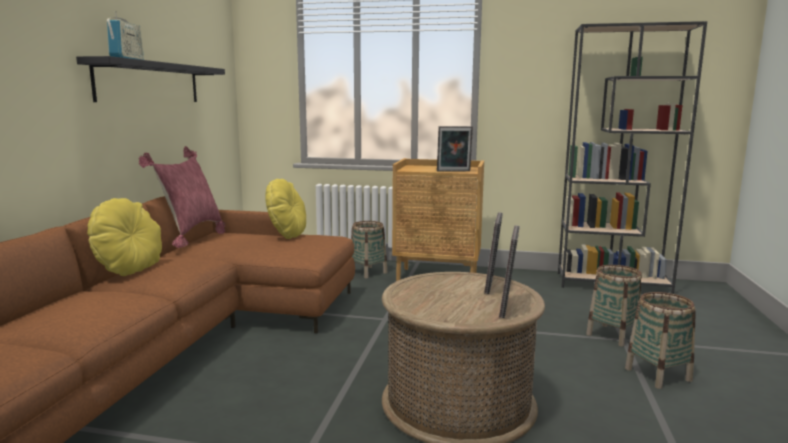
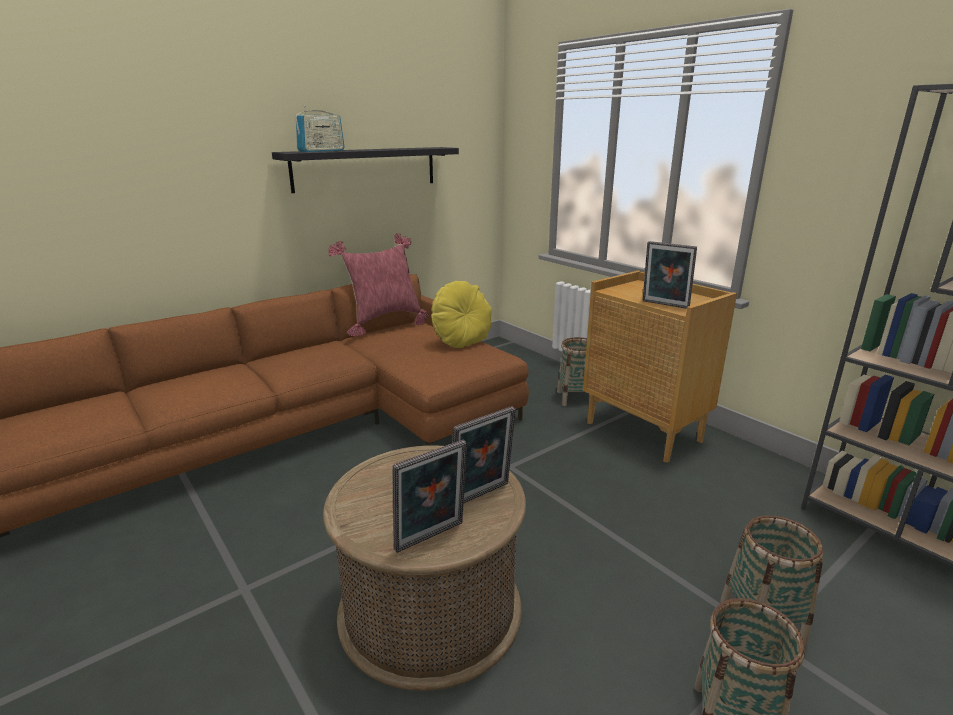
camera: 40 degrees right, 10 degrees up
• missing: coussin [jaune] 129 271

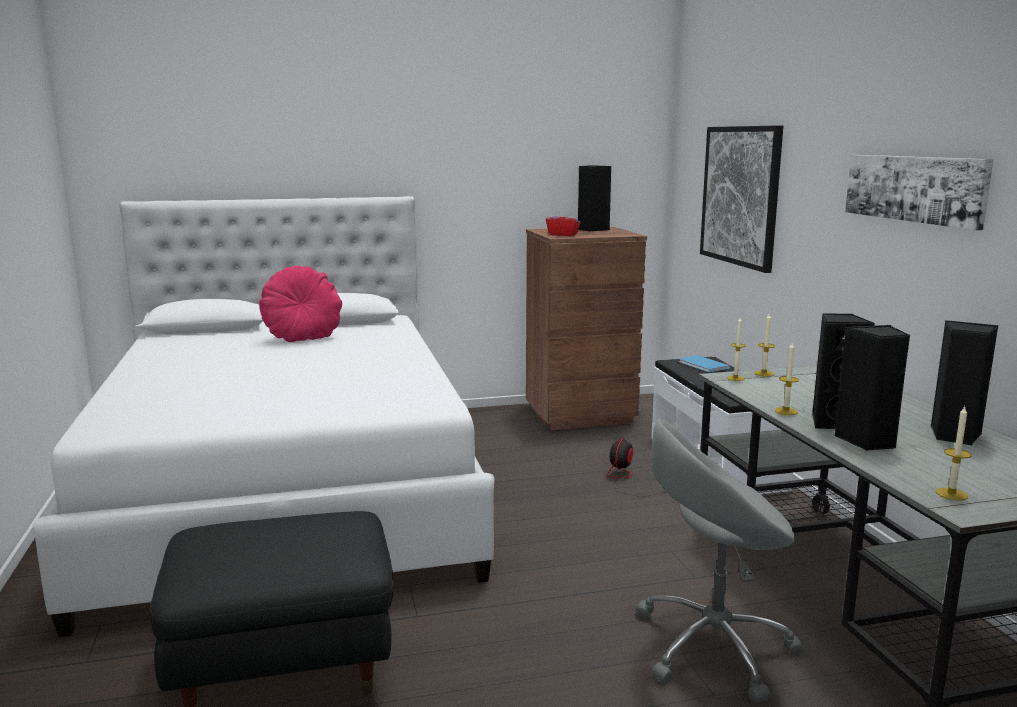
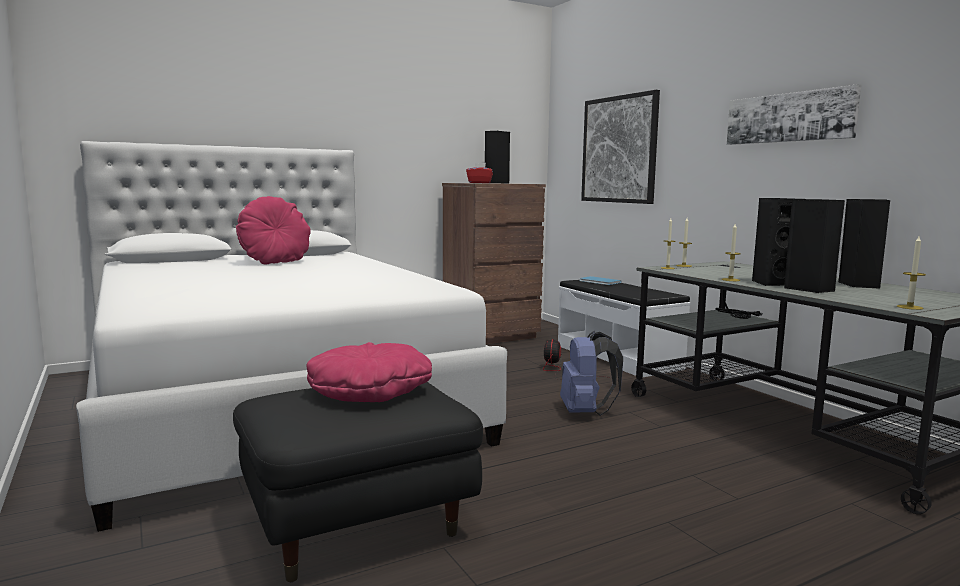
camera: 15 degrees left, 5 degrees down
• missing: chaise de bureau [gris] 709 646
• appeared: sac à dos [bleu] 585 412
• appeared: coussin [rose] 368 390

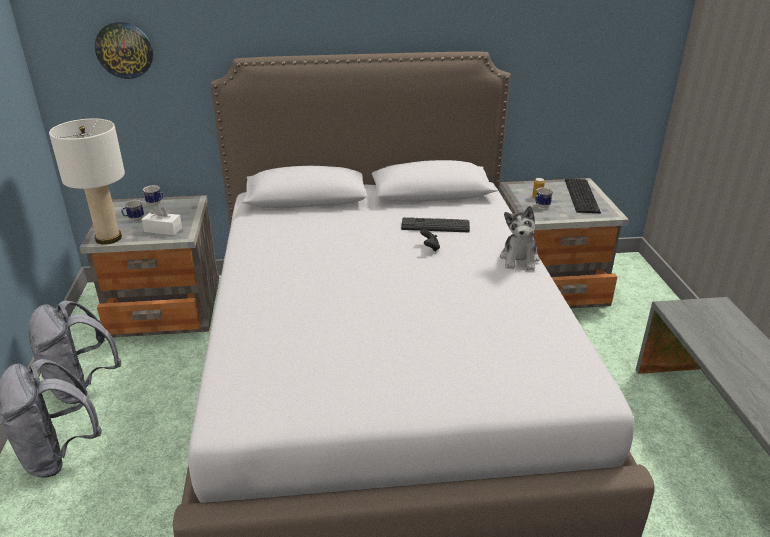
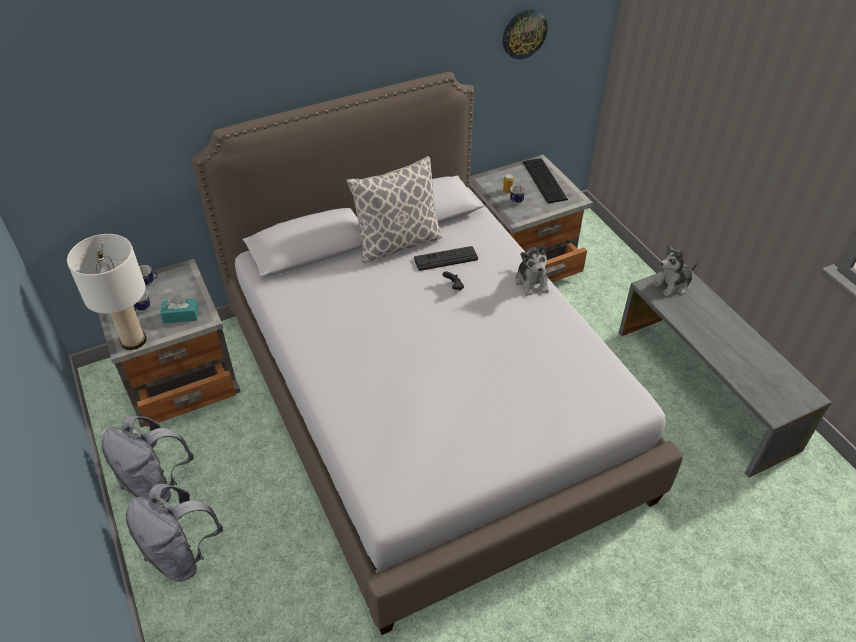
camera: 20 degrees left, 15 degrees up
• relocated: horloge murale 124 50 to 524 33
• colour: boîte à mouchoirs [blanc] 163 229 to boîte à mouchoirs [turquoise] 181 315
• appeared: coussin 397 243
• appeared: peluche 673 285

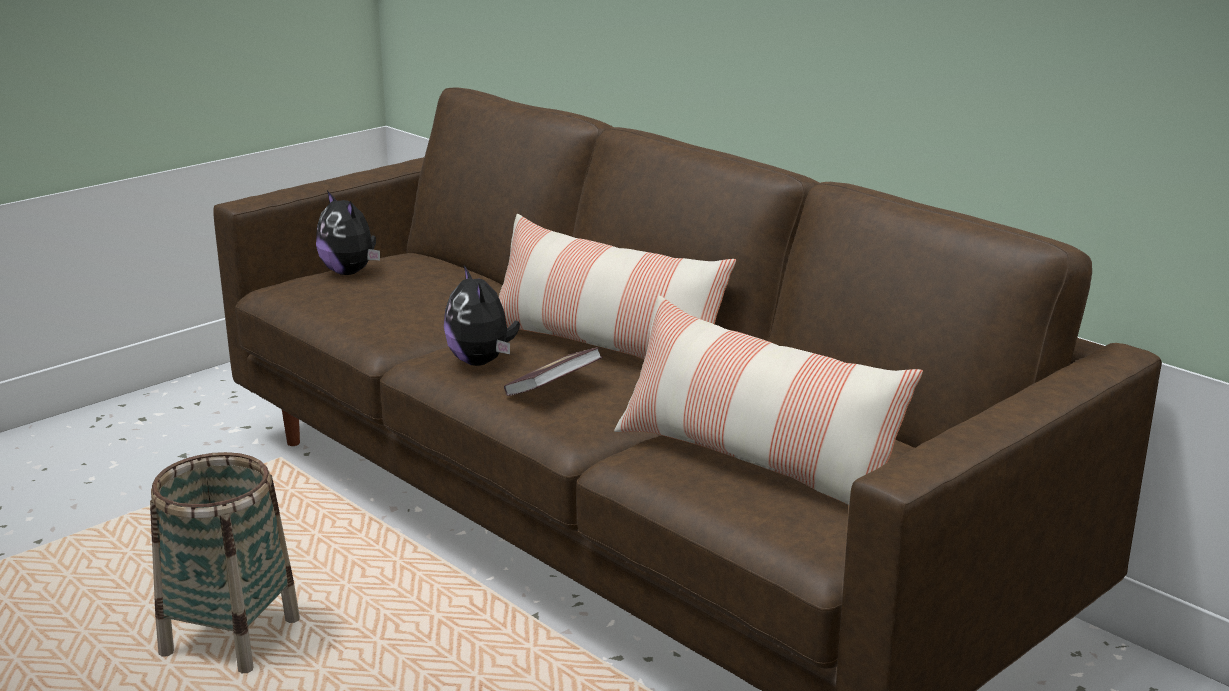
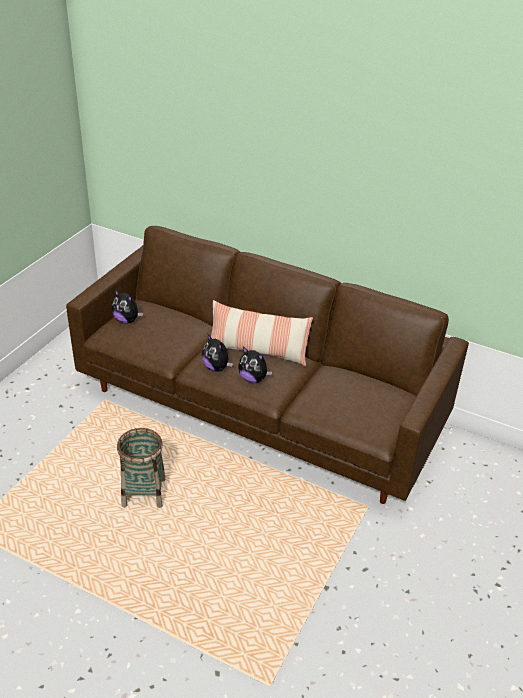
camera: 20 degrees left, 15 degrees up
• missing: coussin 755 462
• exchanged: livre 553 390 to peluche 253 379

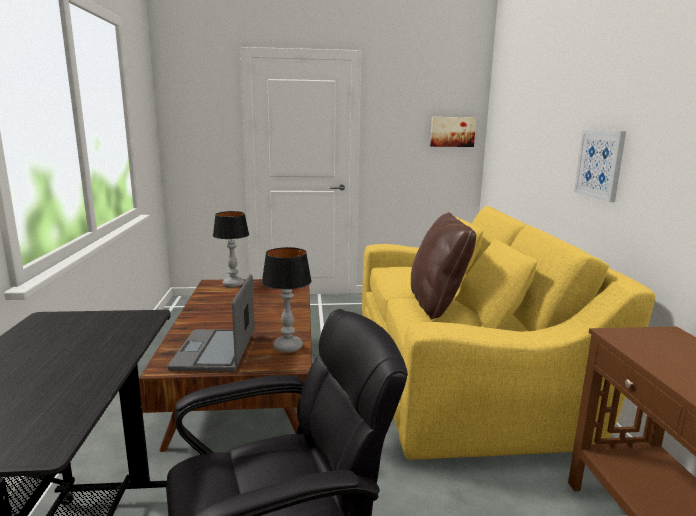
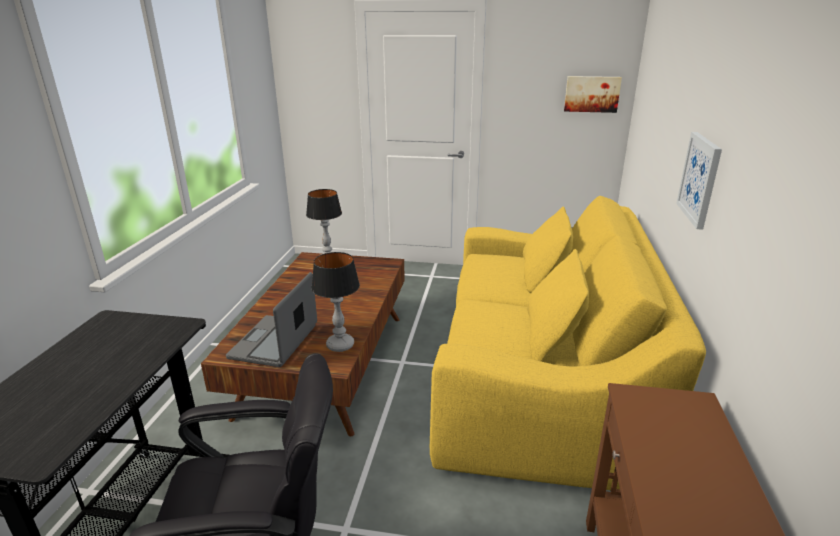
camera: 15 degrees right, 10 degrees up
• missing: coussin [marron] 437 304

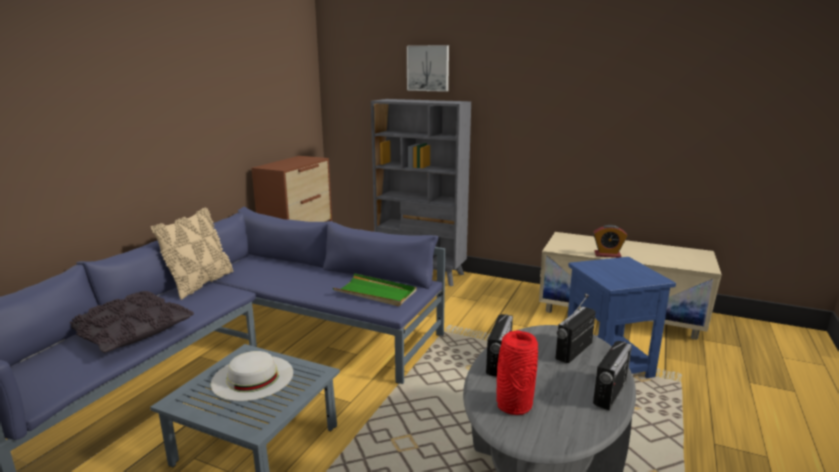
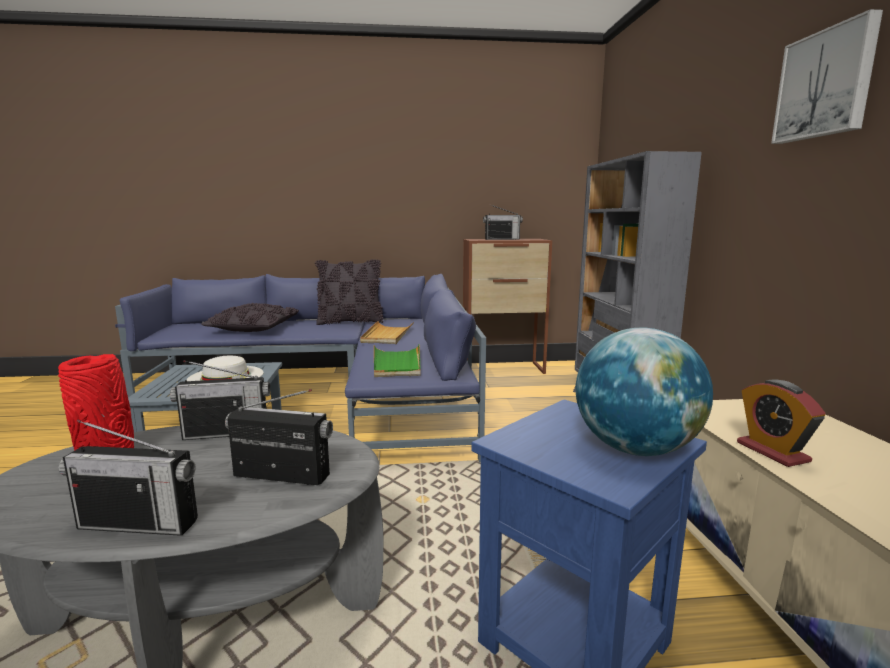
camera: 60 degrees right, 5 degrees down
• relocated: tableau 428 68 to 826 84
• colour: coussin [beige] 200 283 to coussin [noir] 350 322
• appeared: radio 502 239
• appeared: plateau [beige] 387 335
• appeared: globe 636 449

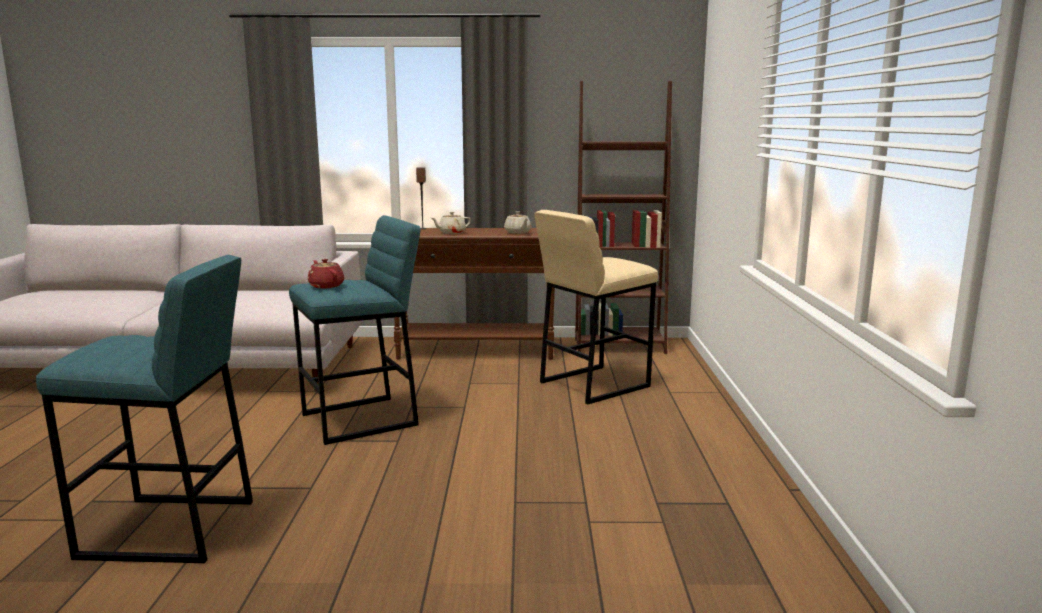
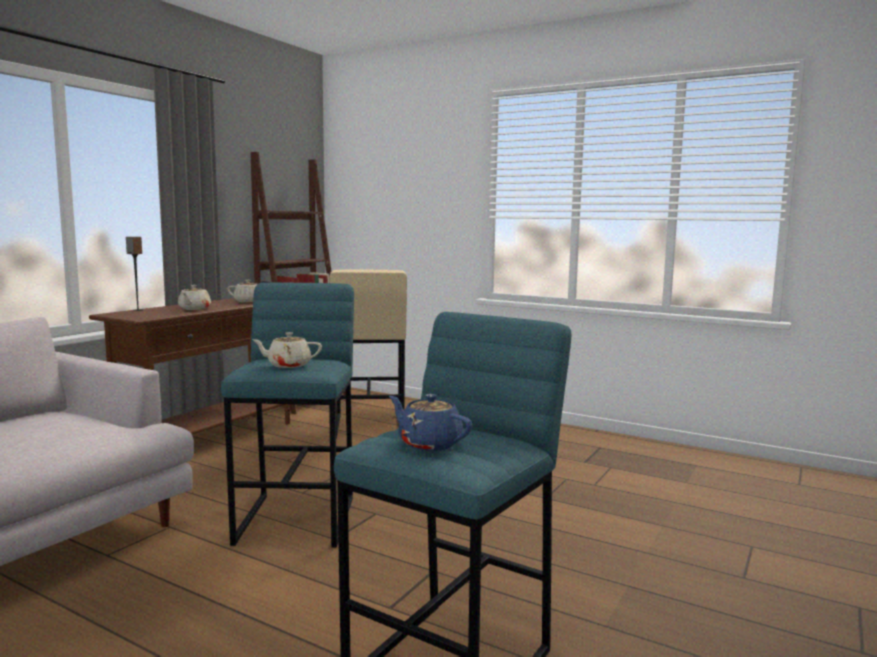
camera: 60 degrees left, 5 degrees down
• colour: théière [rouge] 326 286 to théière [beige] 288 365
• appeared: théière [bleu] 429 443

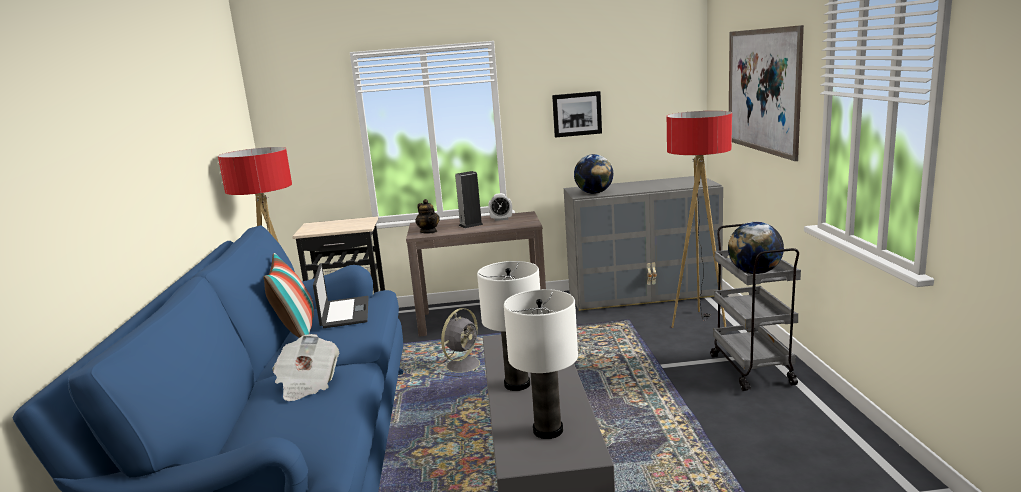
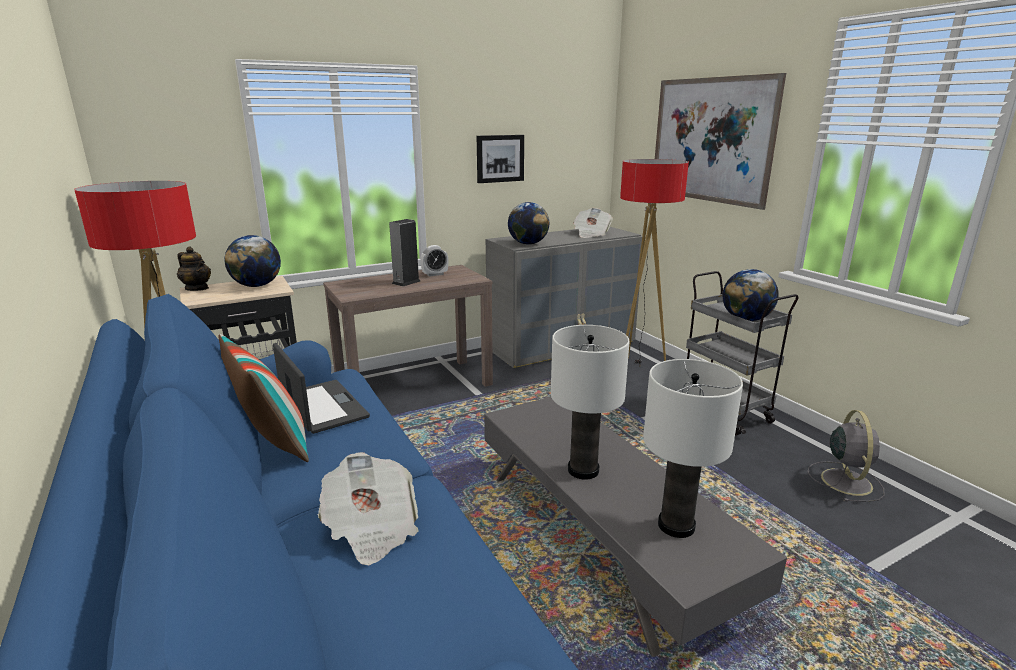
camera: 25 degrees left, 5 degrees up
• relocated: théière 429 232 to 197 288
• relocated: ventilateur [gris] 464 364 to 845 480
• appeared: journal 591 234
• appeared: globe 257 286

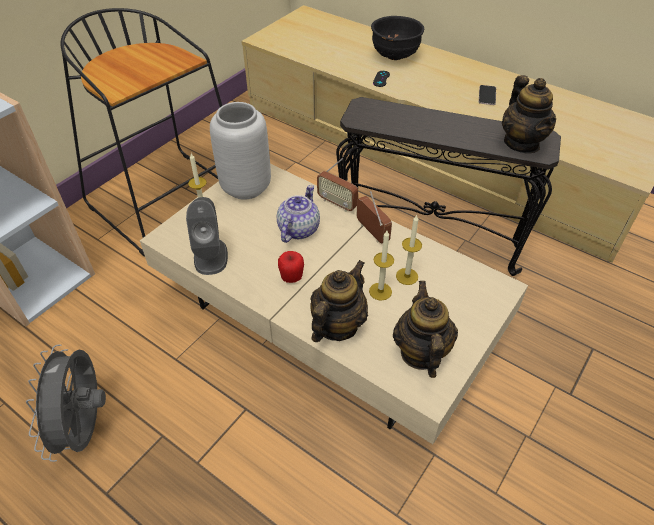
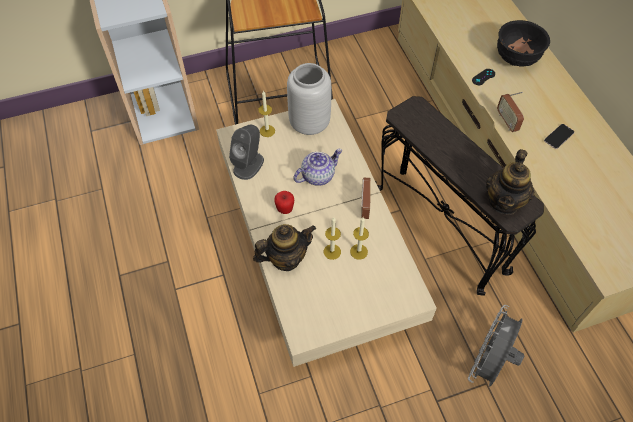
camera: 35 degrees right, 10 degrees up
• relocated: radio 337 203 to 507 121
• missing: théière 420 353
• relocated: ventilateur [gris] 87 427 to 488 363

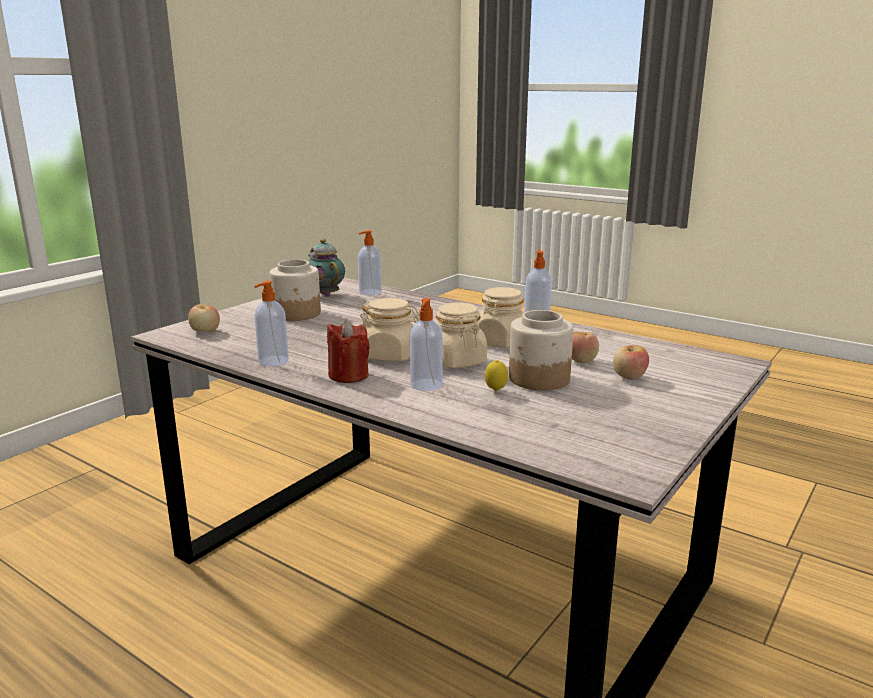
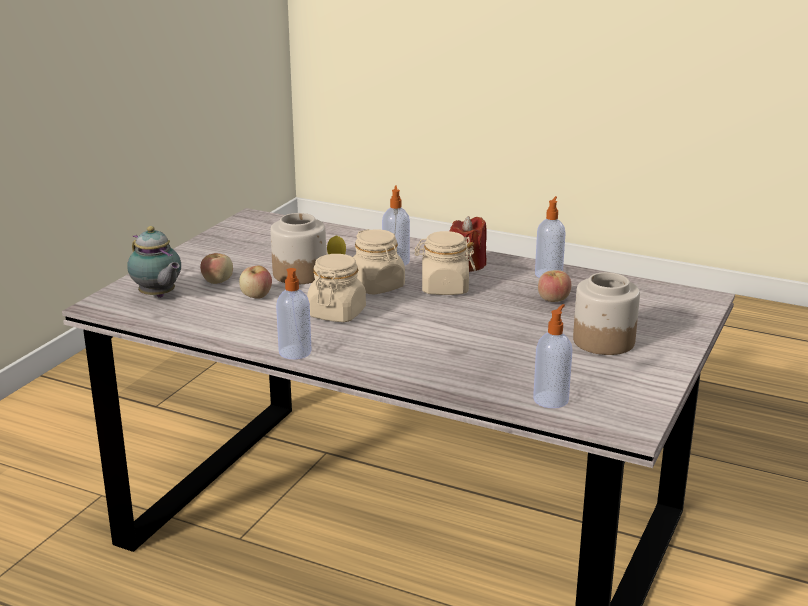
camera: 170 degrees right, 5 degrees up
• relocated: théière 325 295 to 158 296
• relocated: pomme 205 331 to 553 299

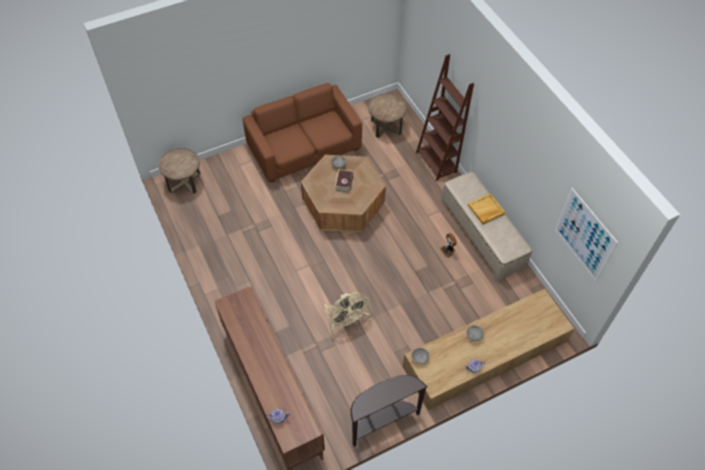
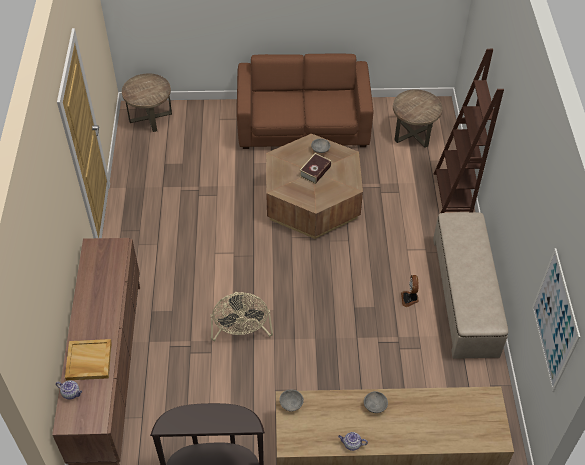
camera: 25 degrees right, 5 degrees down
• relocated: plateau [beige] 486 210 to 88 361

